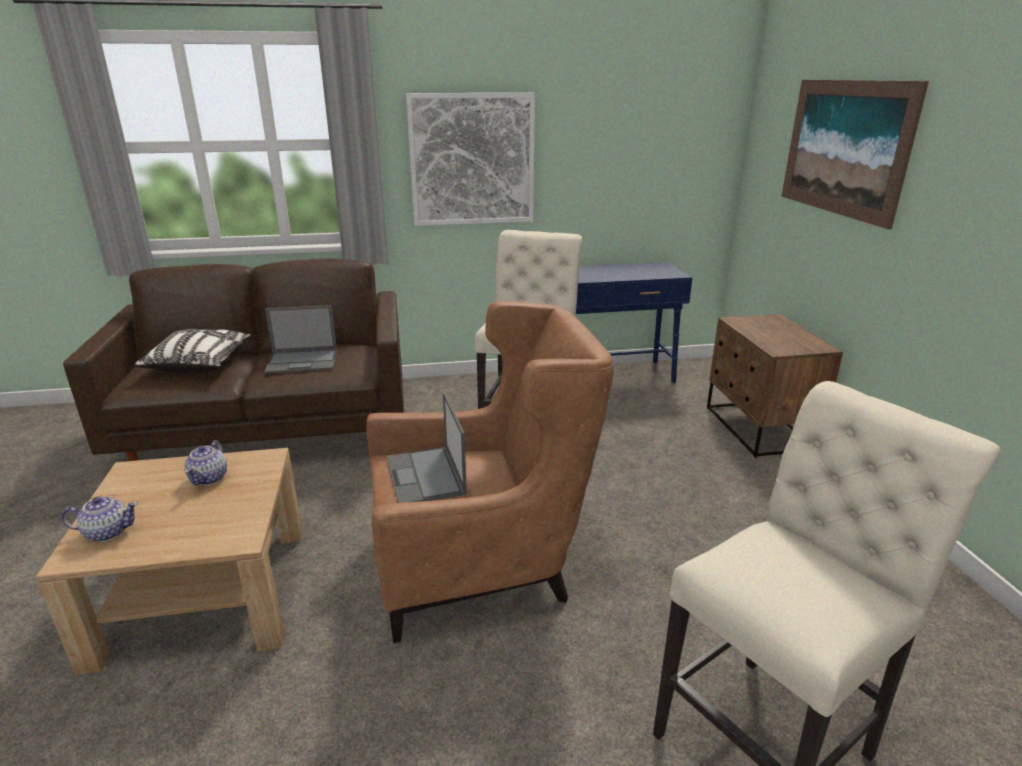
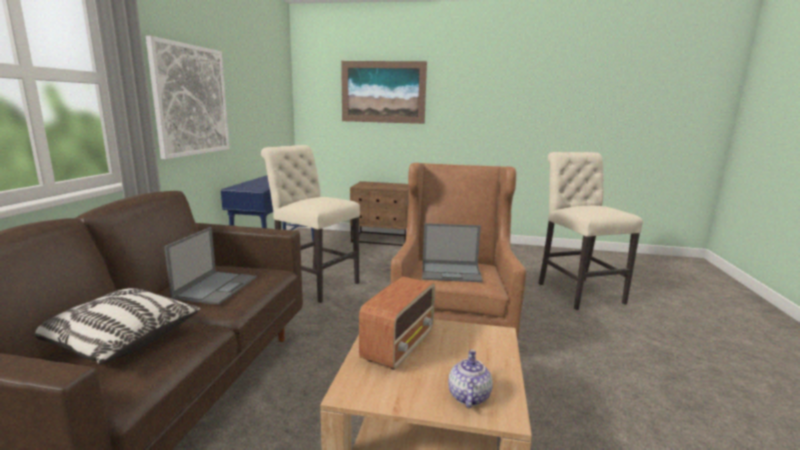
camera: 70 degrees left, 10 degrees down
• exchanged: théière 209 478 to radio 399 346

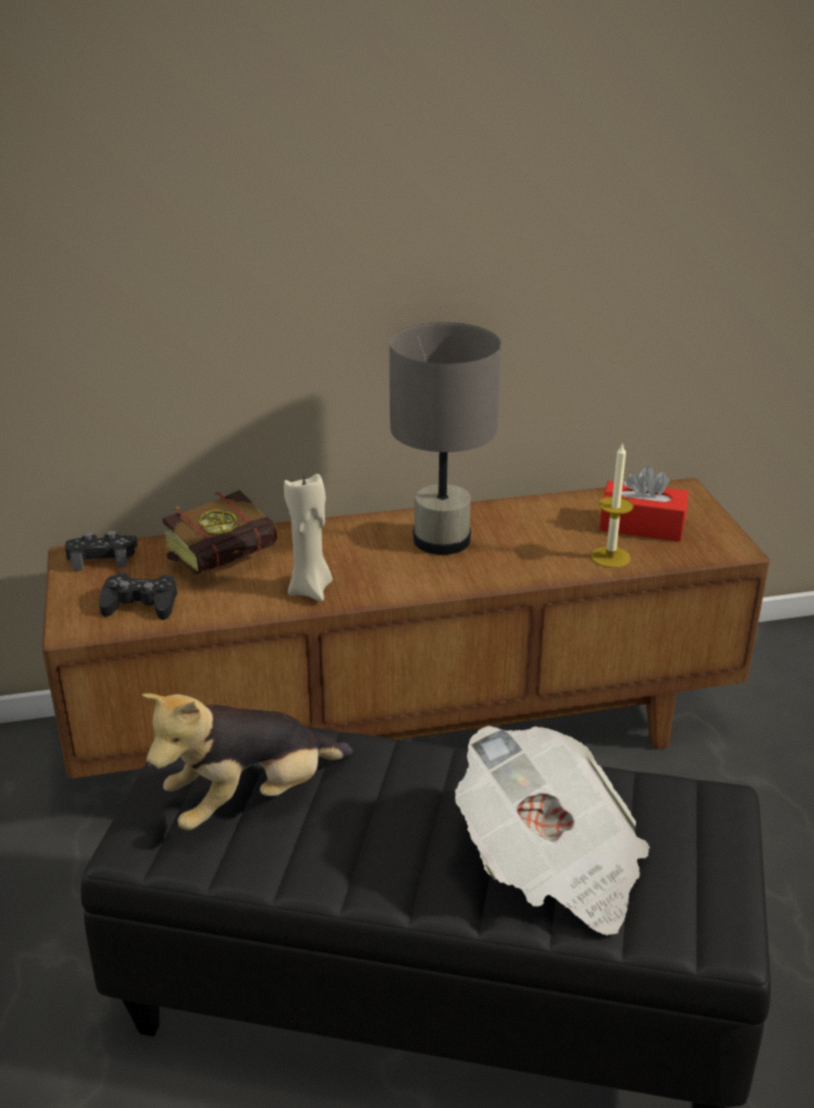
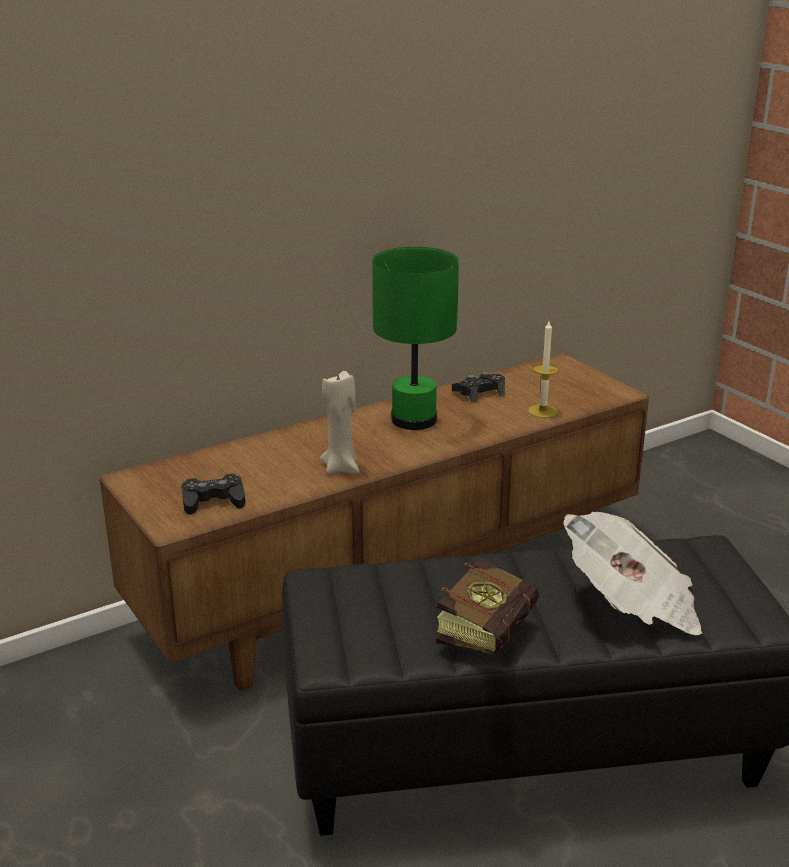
camera: 20 degrees left, 5 degrees down
• colour: lampe de table [gris] 443 539 to lampe de table [vert] 414 419
• missing: boîte à mouchoirs [rouge] 642 526
• relocated: livre 232 559 to 490 629
• relocated: manette [noir] 102 557 to 479 393
• missing: peluche 251 800

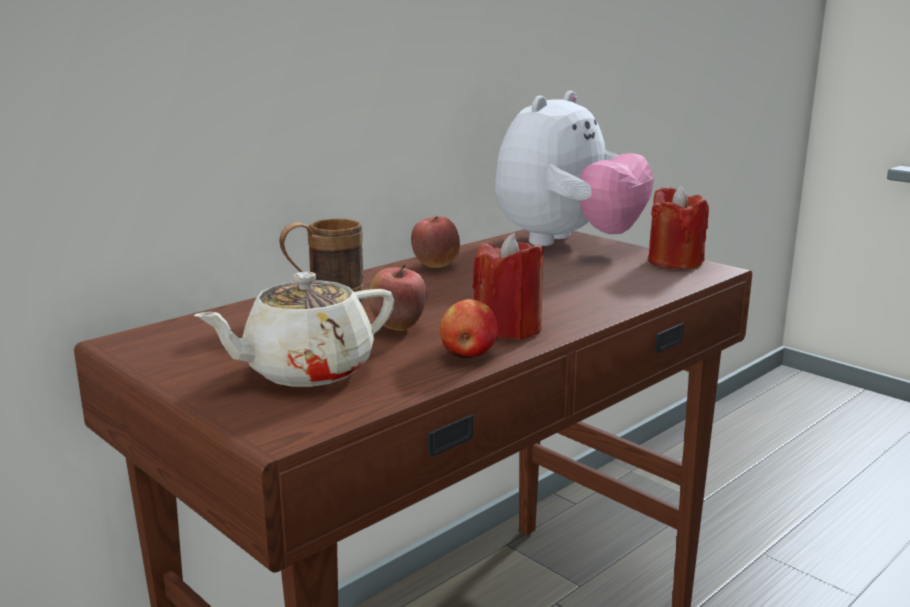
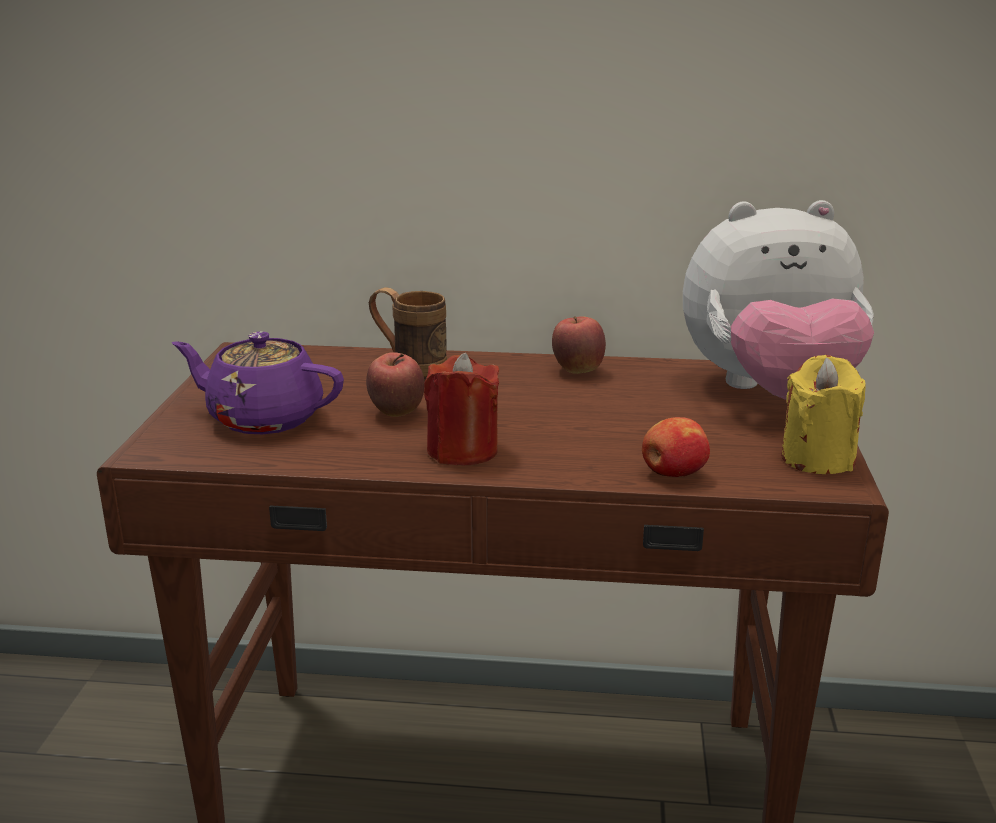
camera: 50 degrees right, 5 degrees up
• colour: bougie [rouge] 674 262 to bougie [jaune] 817 458
• colour: théière [beige] 306 371 to théière [violet] 263 418
• relocated: pomme 468 356 to 672 474

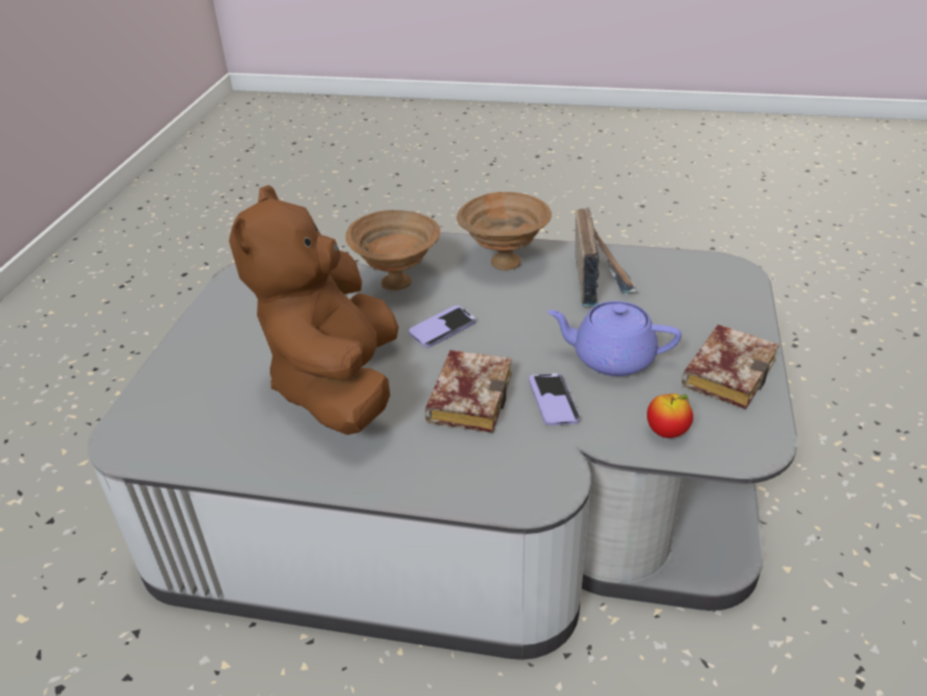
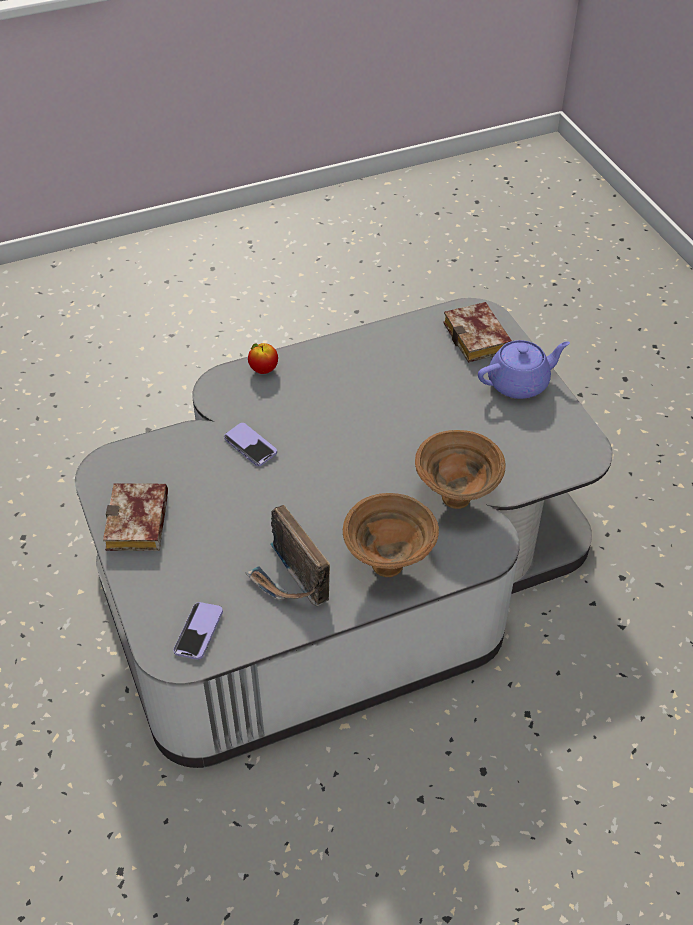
camera: 145 degrees right, 10 degrees up
• missing: peluche [marron] 337 385
• relocated: théière [violet] 611 358 to 519 383
• relocated: téléphone 442 328 to 198 632
• relocated: livre 468 395 to 479 339
• relocated: pomme 667 432 to 263 370

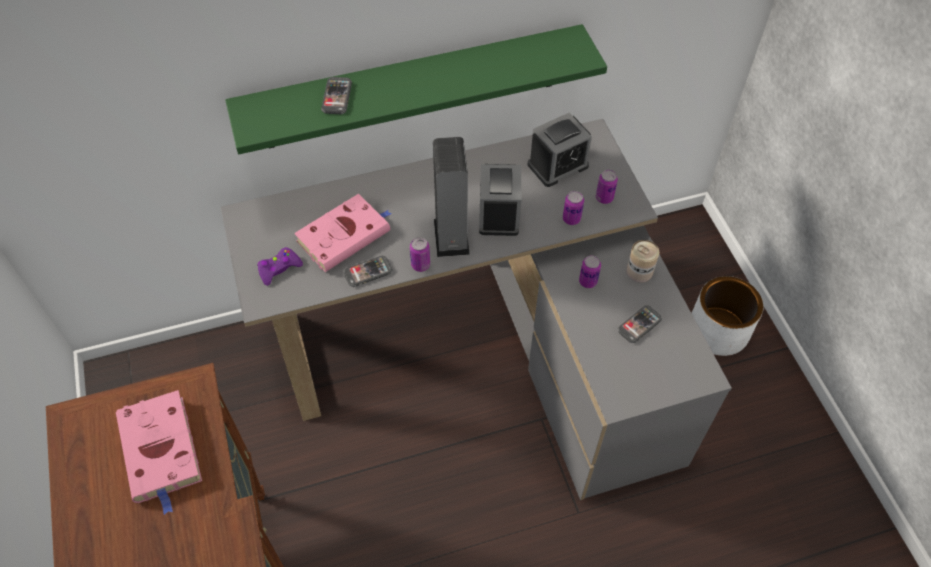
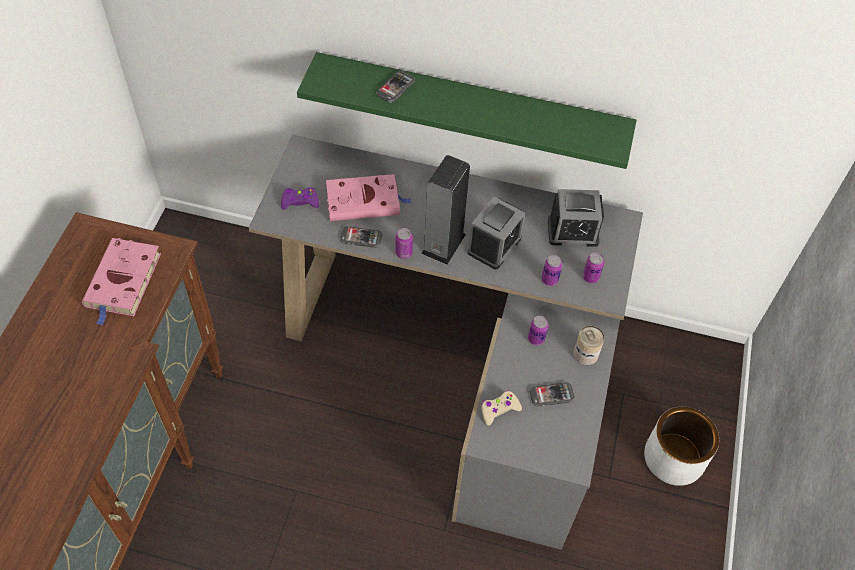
camera: 30 degrees right, 0 degrees up
• appeared: manette [beige] 499 409

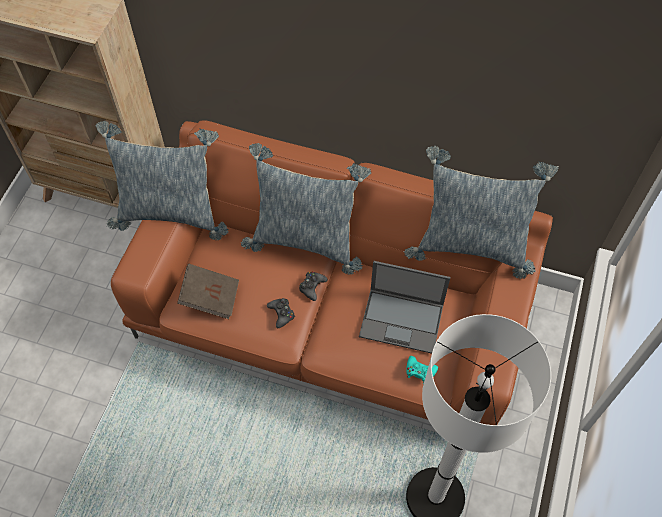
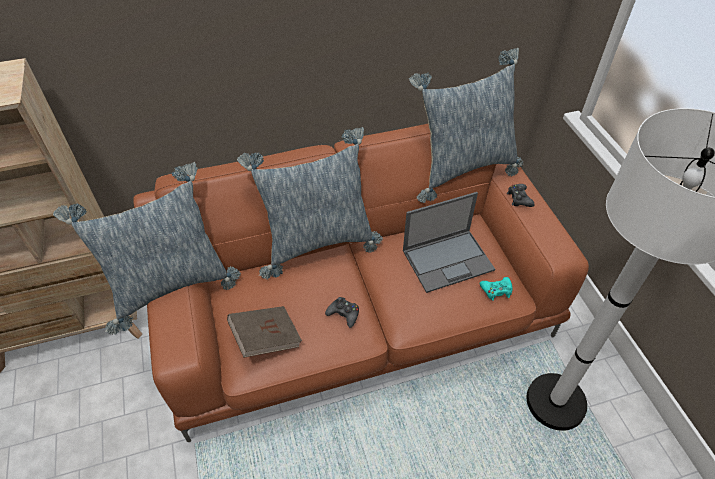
camera: 35 degrees left, 10 degrees down
• relocated: manette [noir] 312 287 to 519 198

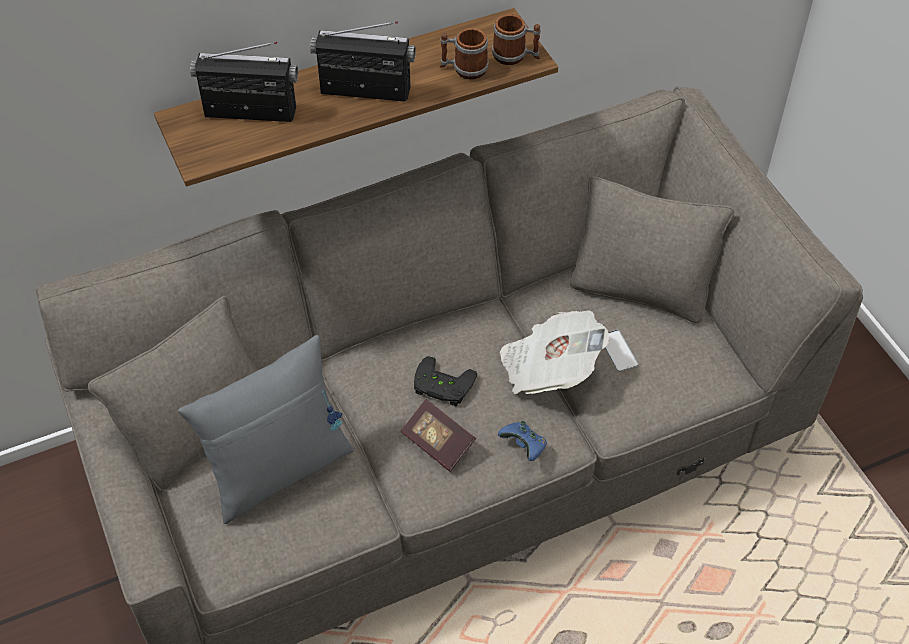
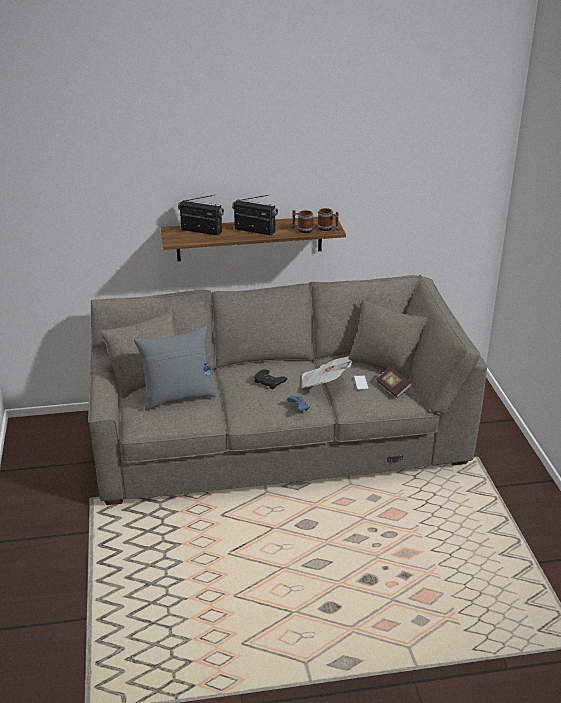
camera: 15 degrees right, 20 degrees down
• relocated: livre 438 443 to 393 388

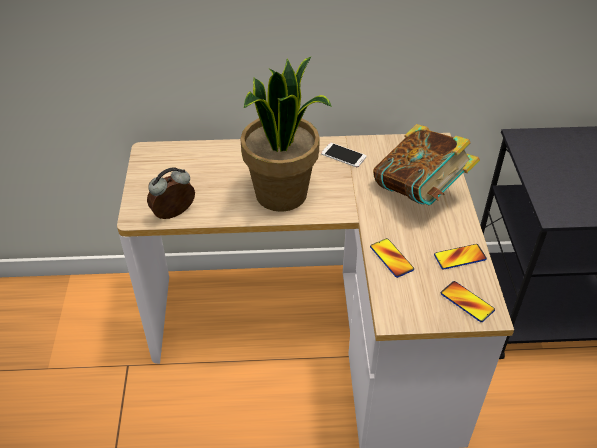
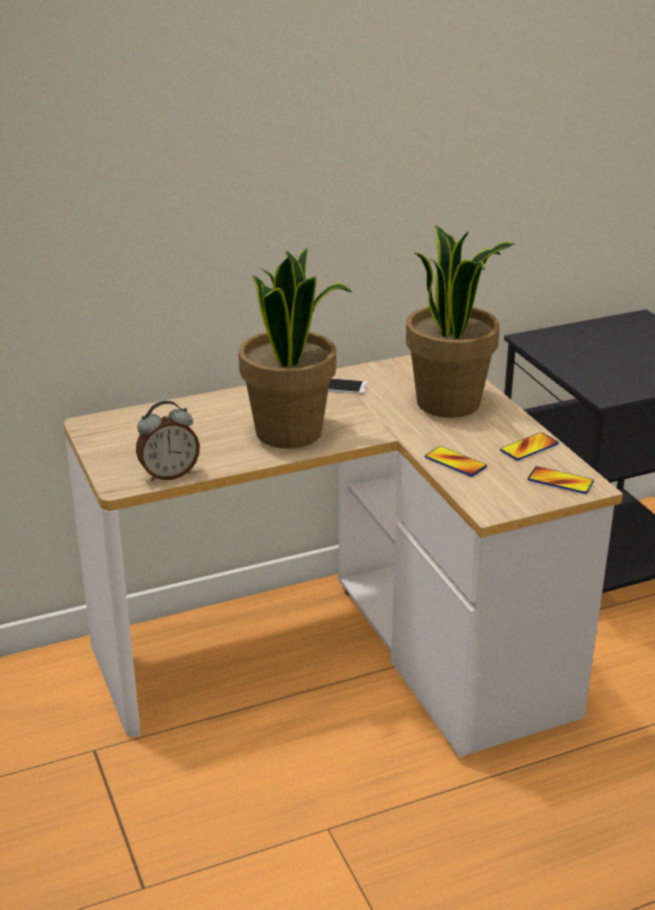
camera: 20 degrees left, 15 degrees down
• exchanged: livre 420 192 to plante en pot 450 403
• spun: réveil 175 215 = 169 474 150 degrees counterclockwise

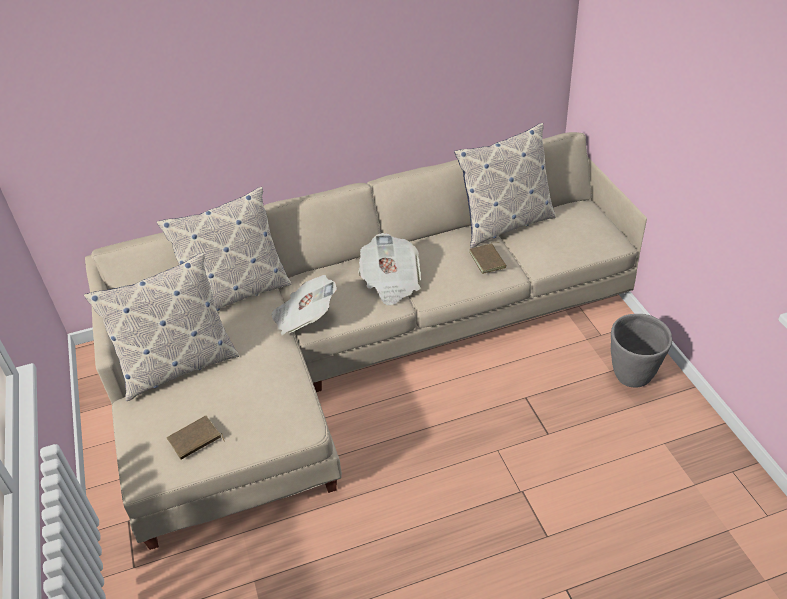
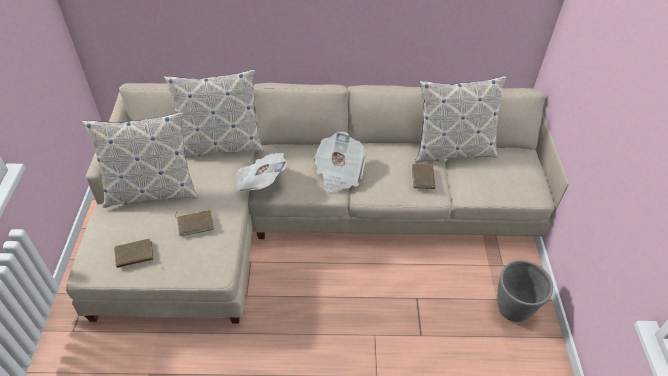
camera: 15 degrees right, 5 degrees up
• appeared: livre [marron] 195 223

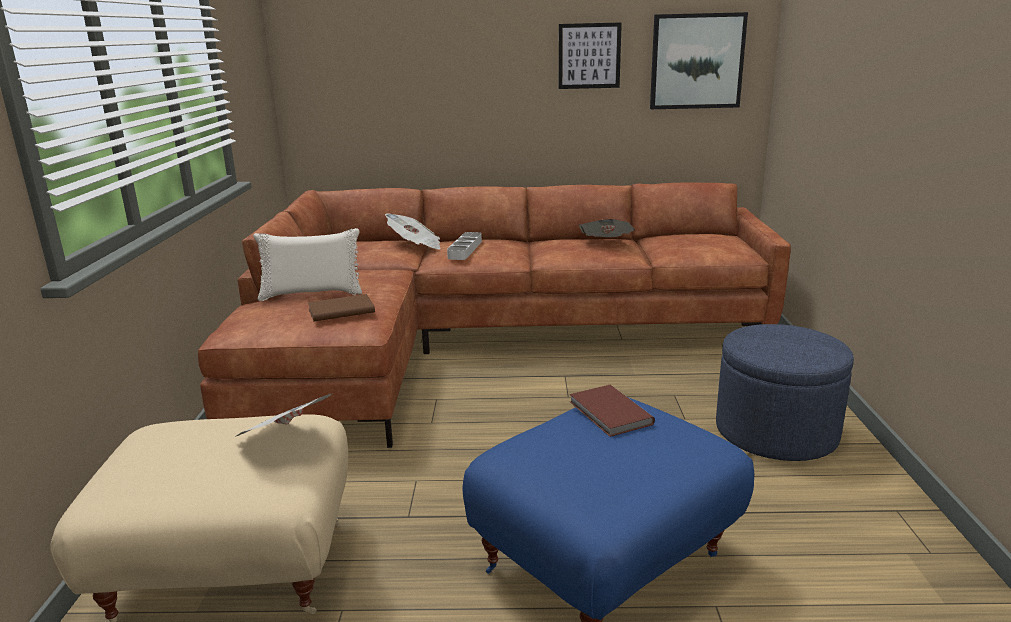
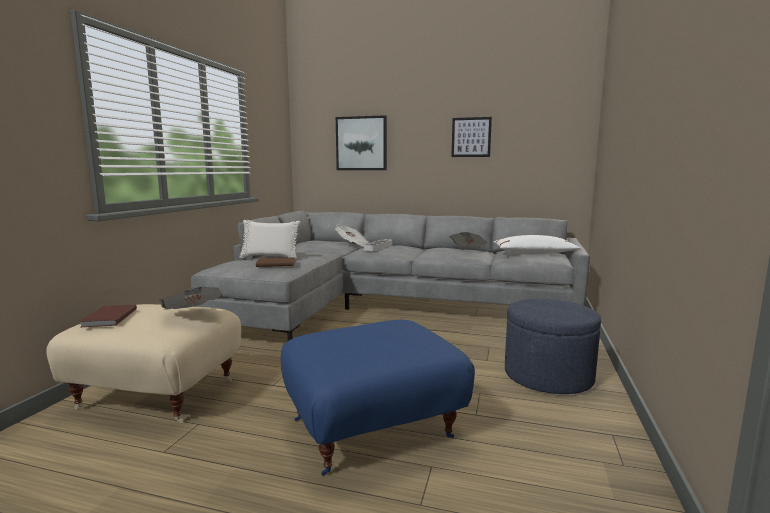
camera: 15 degrees right, 10 degrees down
• relocated: tableau 696 61 to 361 143
• colour: canapé [marron] 486 342 to canapé [gris] 387 307
• relocated: livre [marron] 609 414 to 108 318
• appeared: coussin [blanc] 534 253

